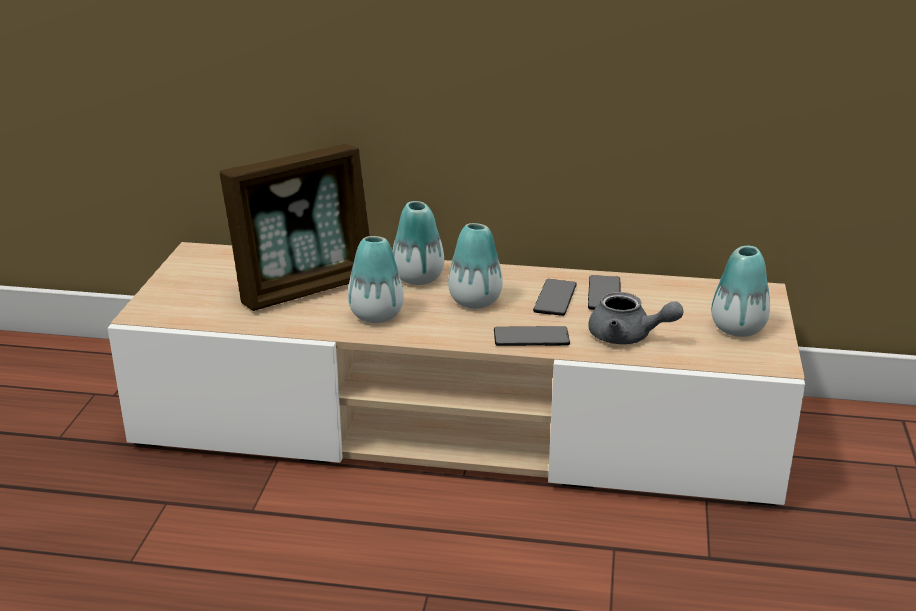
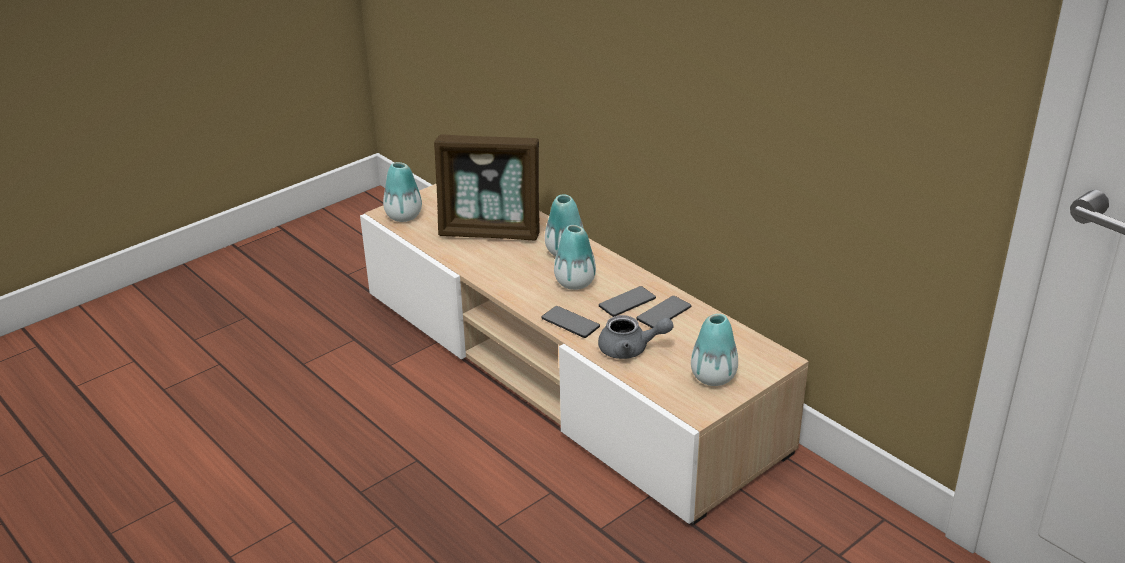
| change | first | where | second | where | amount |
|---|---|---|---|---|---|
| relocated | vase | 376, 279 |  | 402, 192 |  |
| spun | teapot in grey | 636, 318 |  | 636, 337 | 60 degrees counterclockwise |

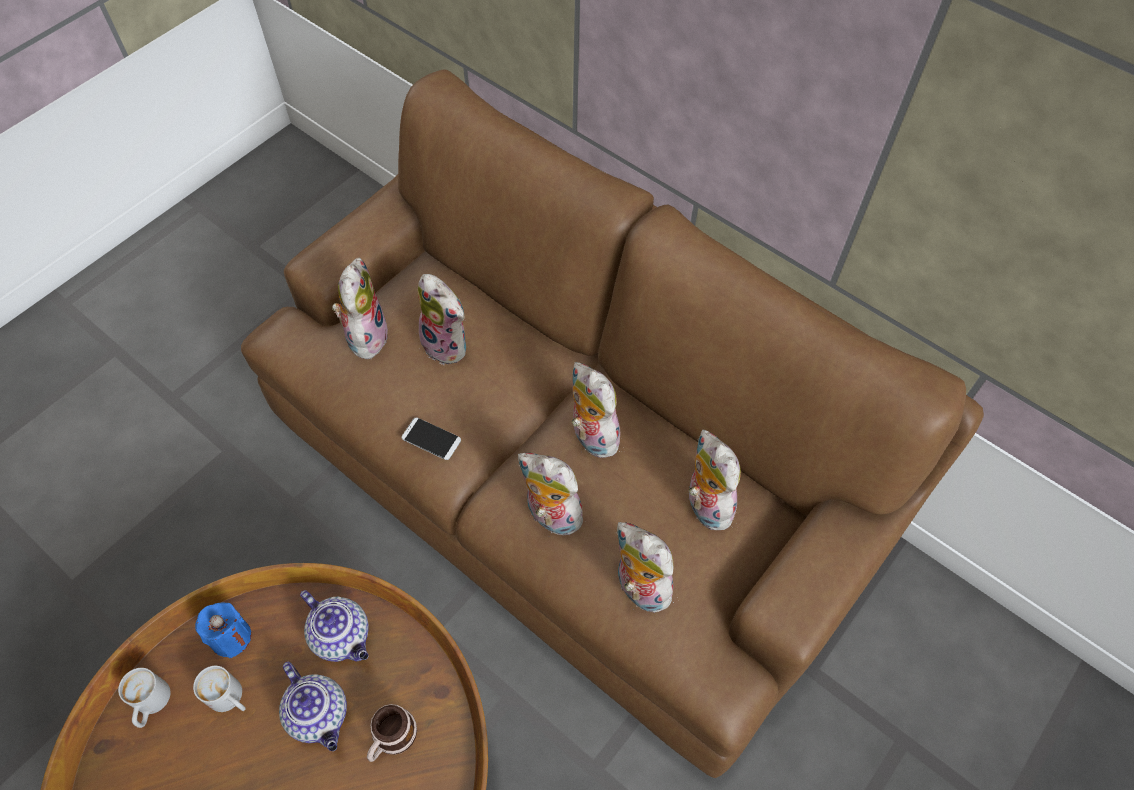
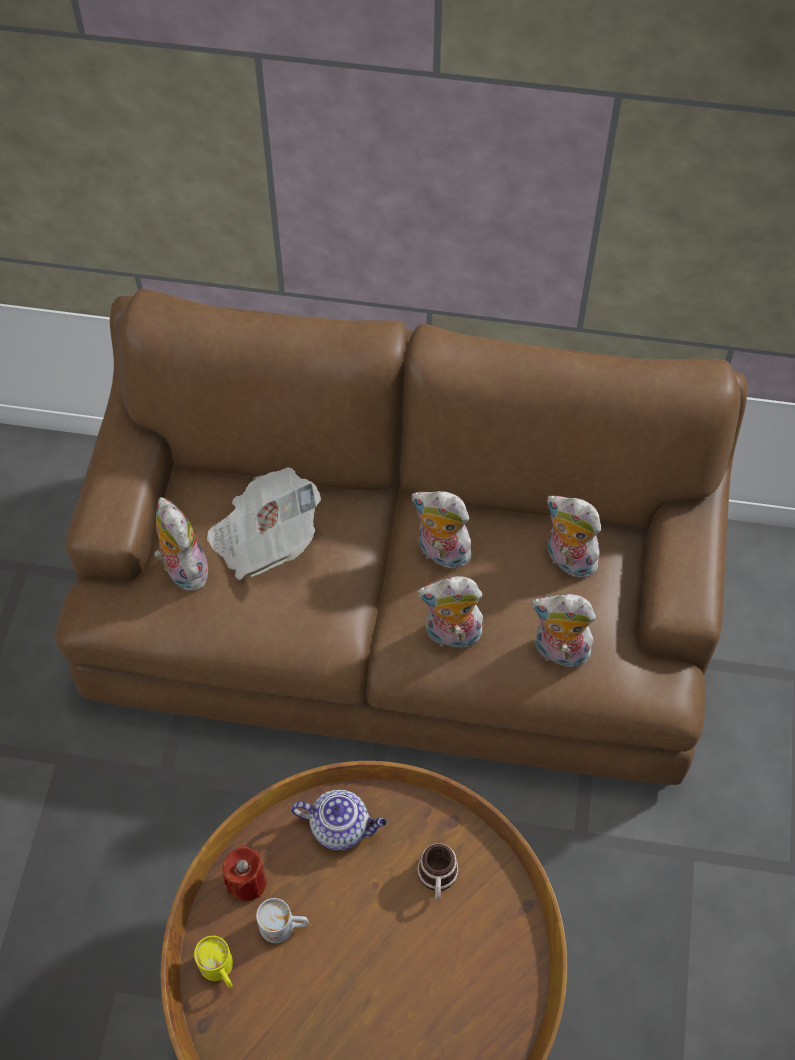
| change | first | where | second | where | amount |
|---|---|---|---|---|---|
| exchanged | plush toy | 442, 319 | newspaper | 264, 523 |  |
| missing | phone | 431, 438 |  |  |  |
| colour | candle in blue | 223, 630 | candle in red | 244, 873 |  |
| missing | teapot | 313, 706 |  |  |  |
| colour | mug in white | 144, 698 | mug in yellow | 213, 962 |  |

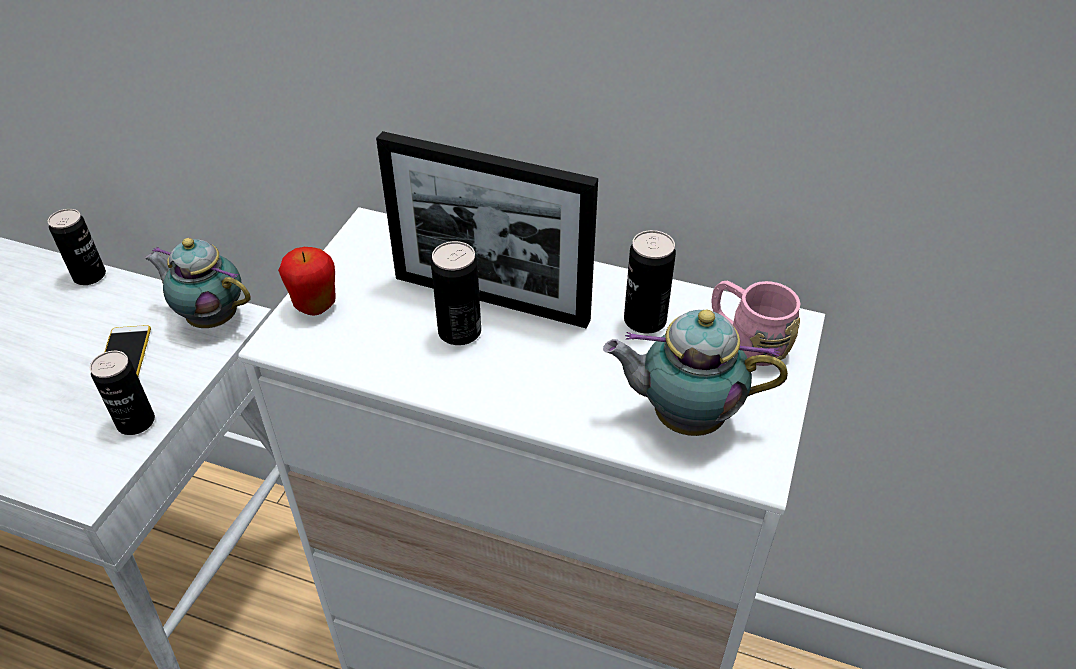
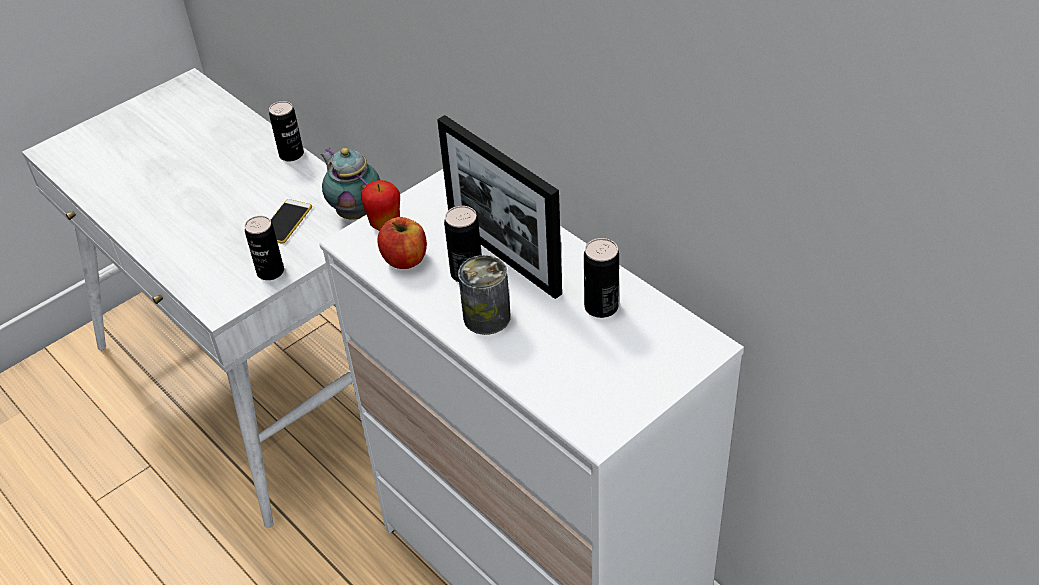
| change | first | where | second | where | amount |
|---|---|---|---|---|---|
| missing | mug in pink | 756, 323 |  |  |  |
| missing | teapot | 695, 373 |  |  |  |
| appeared |  |  | apple | 402, 243 |  |
| appeared |  |  | can | 484, 295 |  |

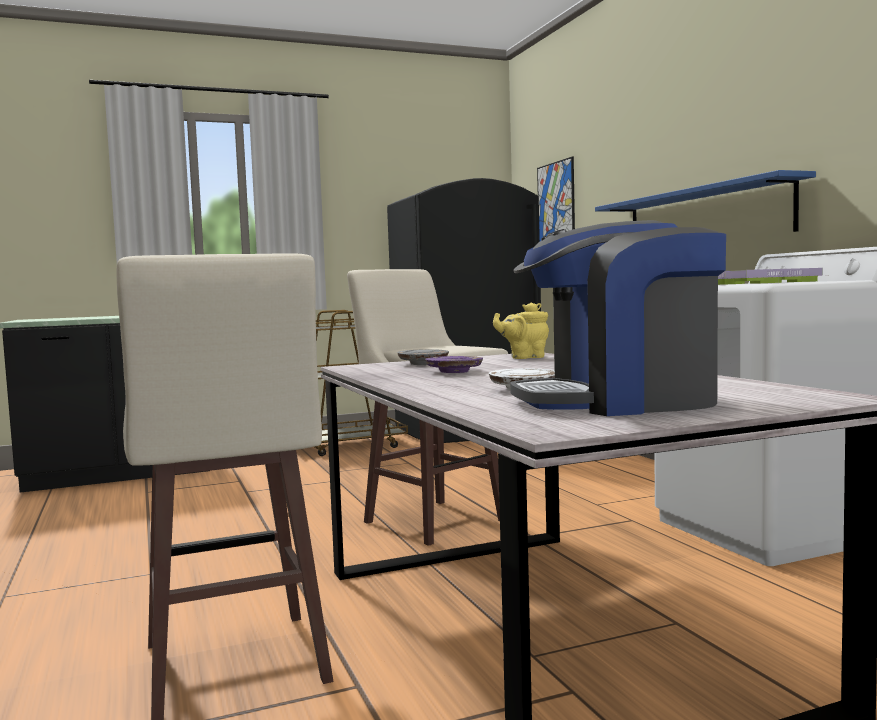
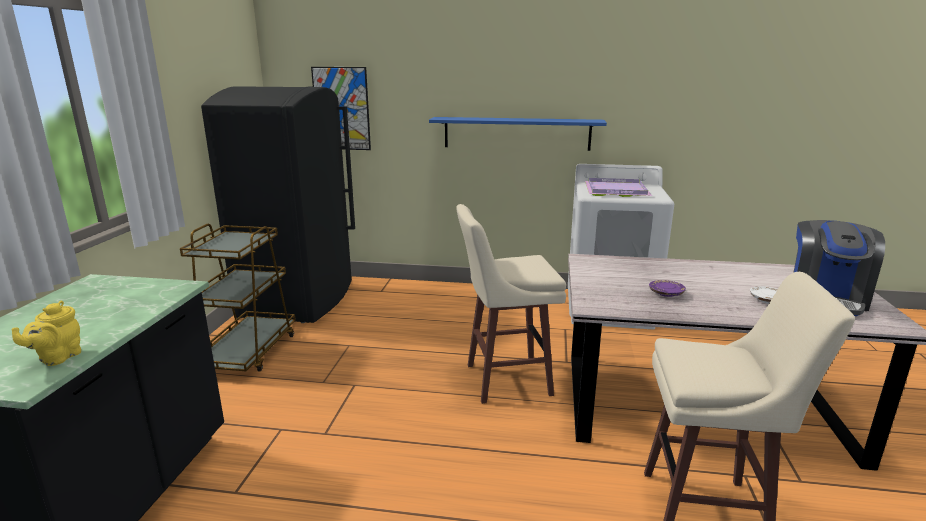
| change | first | where | second | where | amount |
|---|---|---|---|---|---|
| relocated | teapot in yellow | 521, 331 |  | 46, 333 |  |
| missing | plate in grey | 423, 357 |  |  |  |

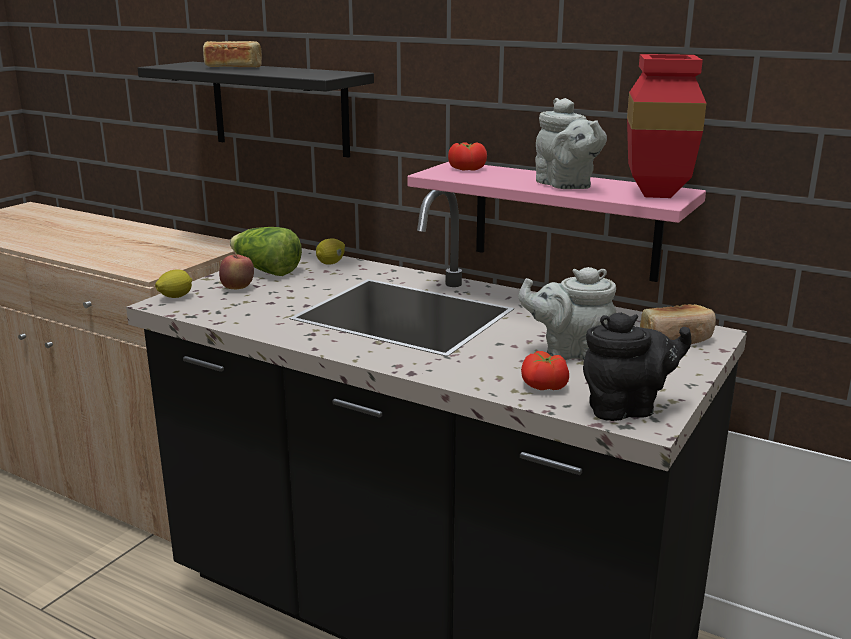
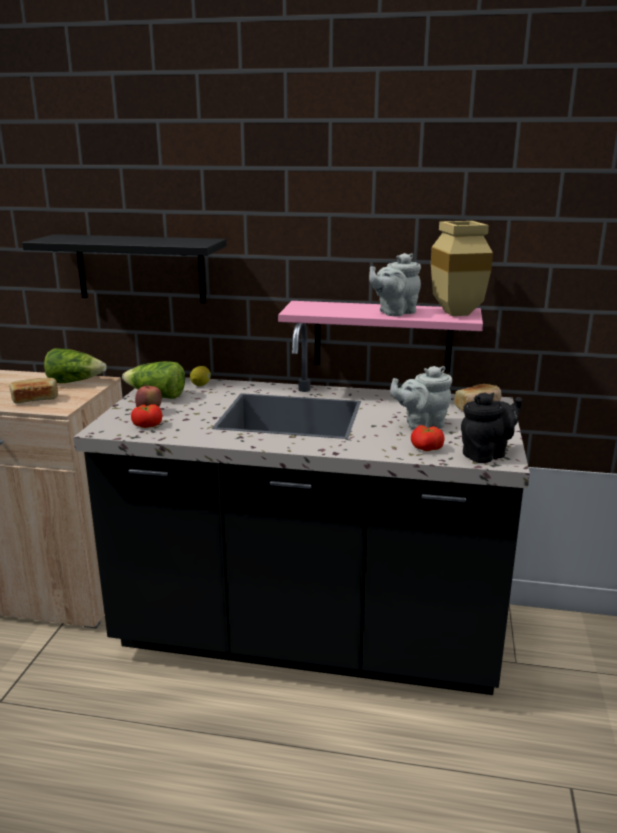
| change | first | where | second | where | amount |
|---|---|---|---|---|---|
| relocated | bread | 232, 54 |  | 33, 390 |  |
| colour | vase in red | 666, 126 | vase in beige | 462, 268 |  |
| spun | teapot in grey | 571, 143 |  | 395, 284 | 105 degrees clockwise |
| relocated | tomato | 467, 156 |  | 146, 416 |  |
| missing | lemon | 173, 283 |  |  |  |
| appeared |  |  | lettuce | 75, 365 |  |

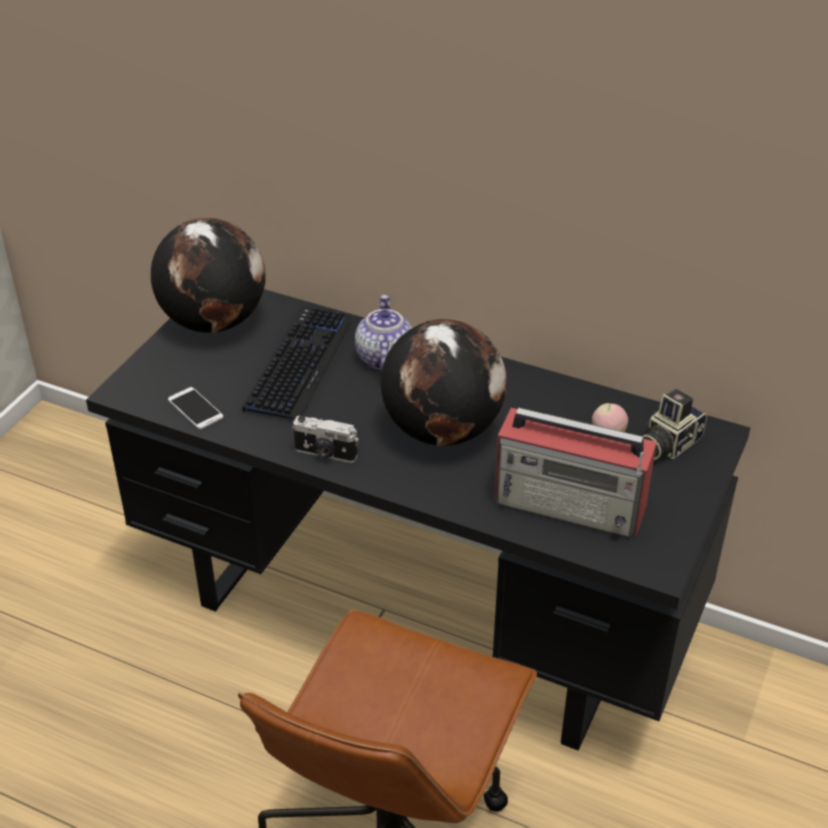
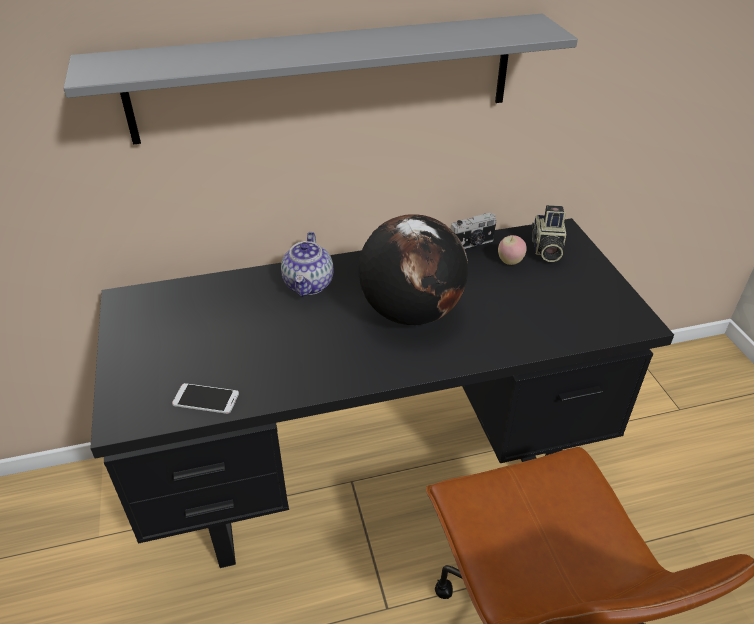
| change | first | where | second | where | amount |
|---|---|---|---|---|---|
| missing | globe | 208, 275 |  |  |  |
| spun | teapot | 383, 334 |  | 307, 264 | 135 degrees counterclockwise |
| missing | keyboard | 297, 362 |  |  |  |
| missing | radio | 575, 472 |  |  |  |
| relocated | photo camera | 325, 439 |  | 474, 231 |  |
| appeared |  |  | shelf in grey | 320, 79 |  |

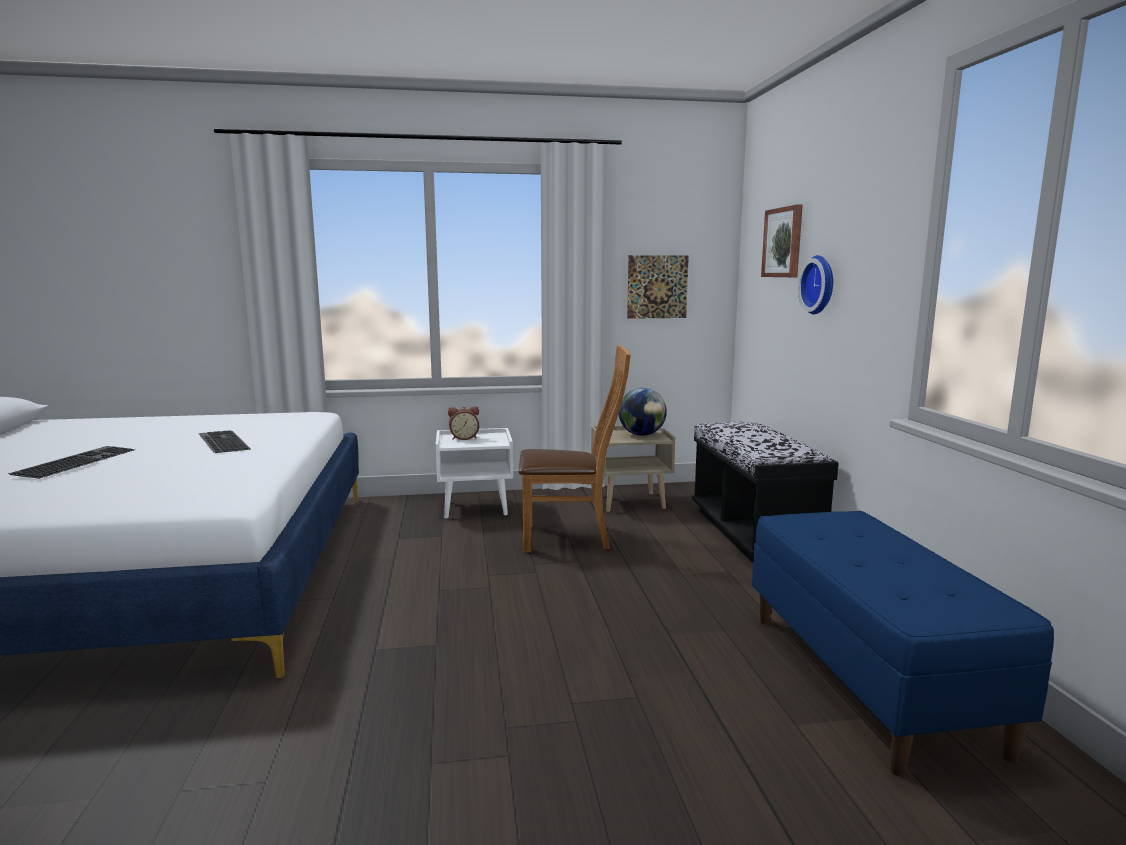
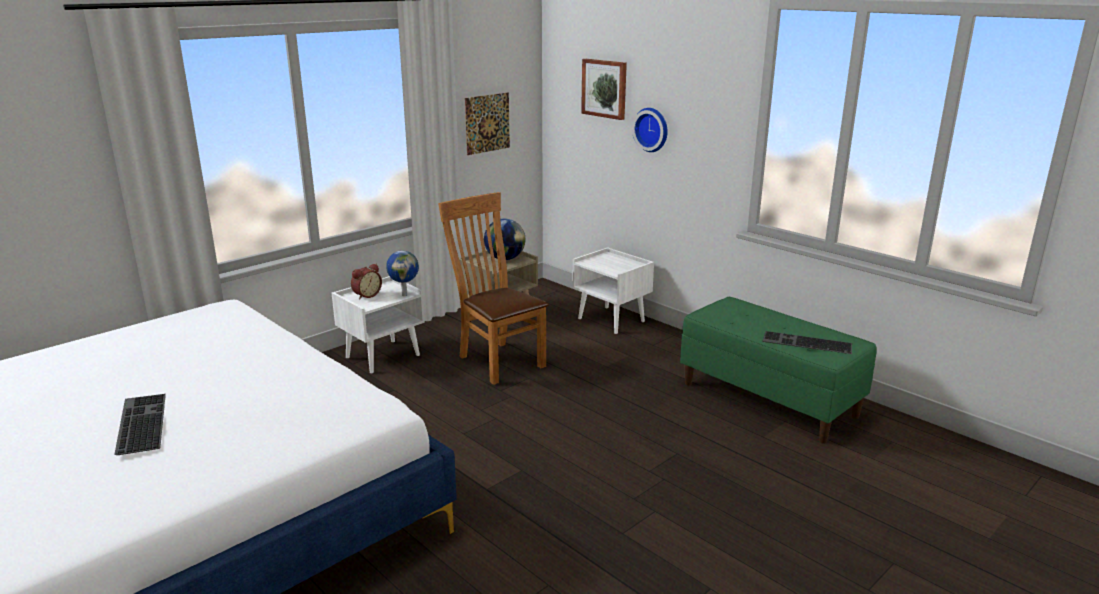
| change | first | where | second | where | amount |
|---|---|---|---|---|---|
| spun | chair in brown | 575, 448 |  | 493, 288 | 90 degrees counterclockwise |
| exchanged | bench in black | 765, 492 | nightstand in white | 613, 290 |  |
| relocated | keyboard | 224, 441 |  | 807, 342 |  |
| colour | bench in blue | 903, 644 | bench in green | 778, 370 |  |
| appeared |  |  | globe | 402, 273 |  |

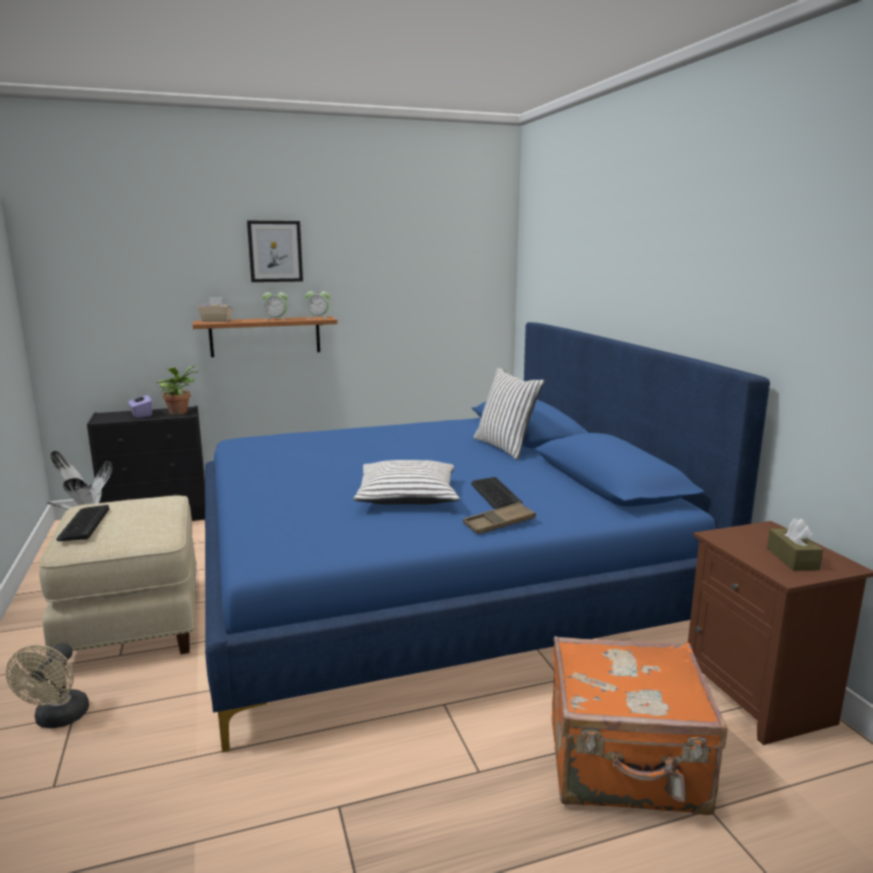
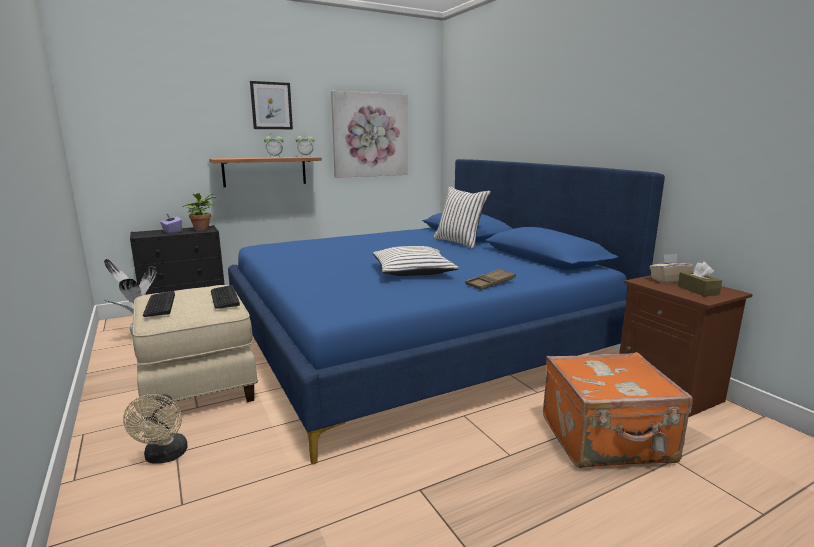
| change | first | where | second | where | amount |
|---|---|---|---|---|---|
| relocated | tissue box in beige | 215, 309 |  | 671, 268 |  |
| relocated | keyboard | 496, 493 |  | 225, 297 |  |
| appeared |  |  | picture | 369, 134 |  |

